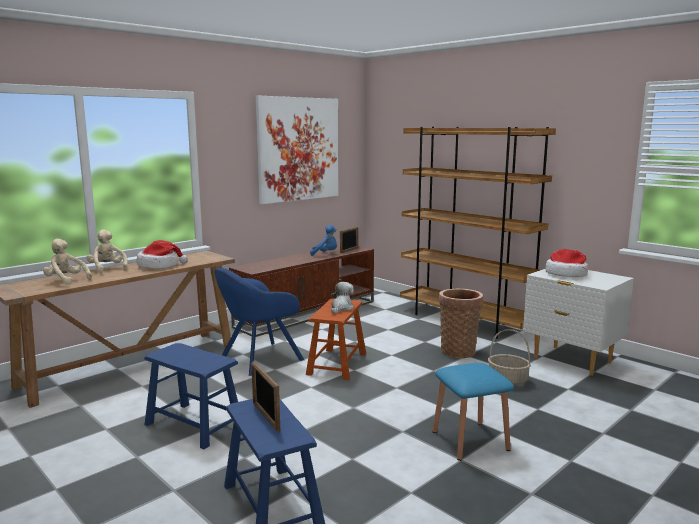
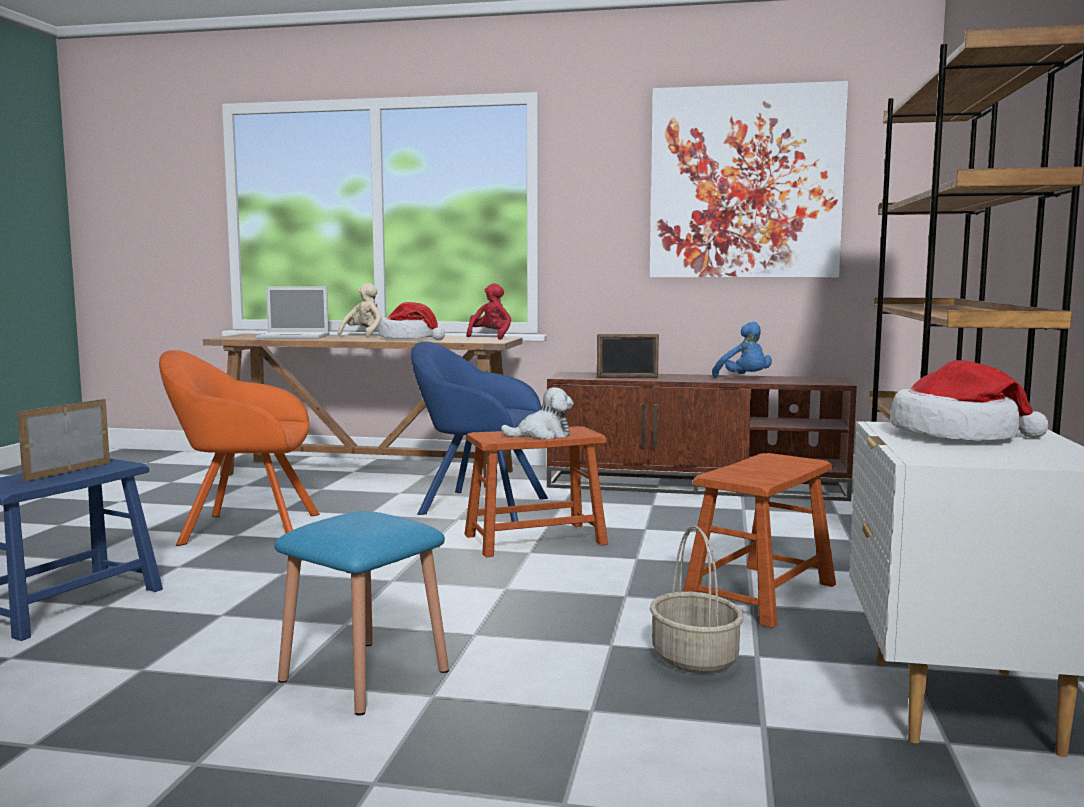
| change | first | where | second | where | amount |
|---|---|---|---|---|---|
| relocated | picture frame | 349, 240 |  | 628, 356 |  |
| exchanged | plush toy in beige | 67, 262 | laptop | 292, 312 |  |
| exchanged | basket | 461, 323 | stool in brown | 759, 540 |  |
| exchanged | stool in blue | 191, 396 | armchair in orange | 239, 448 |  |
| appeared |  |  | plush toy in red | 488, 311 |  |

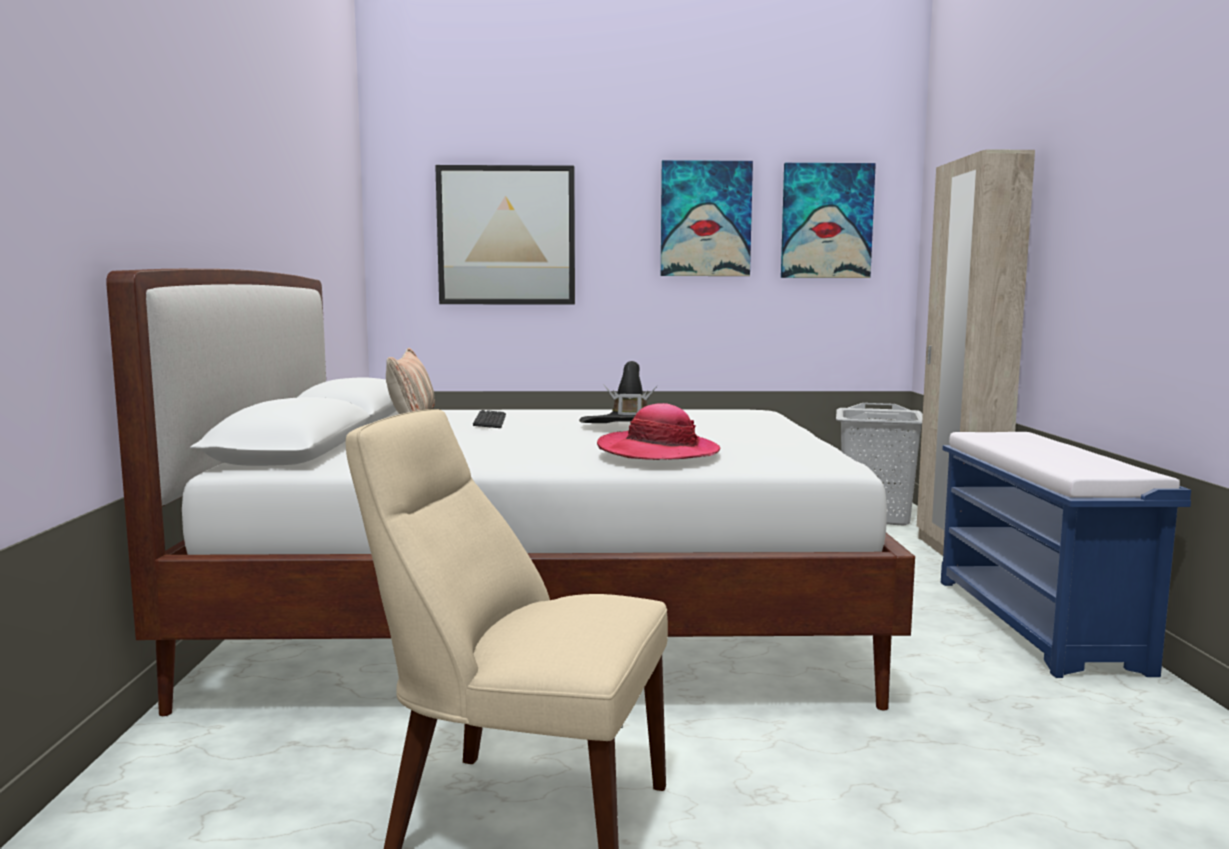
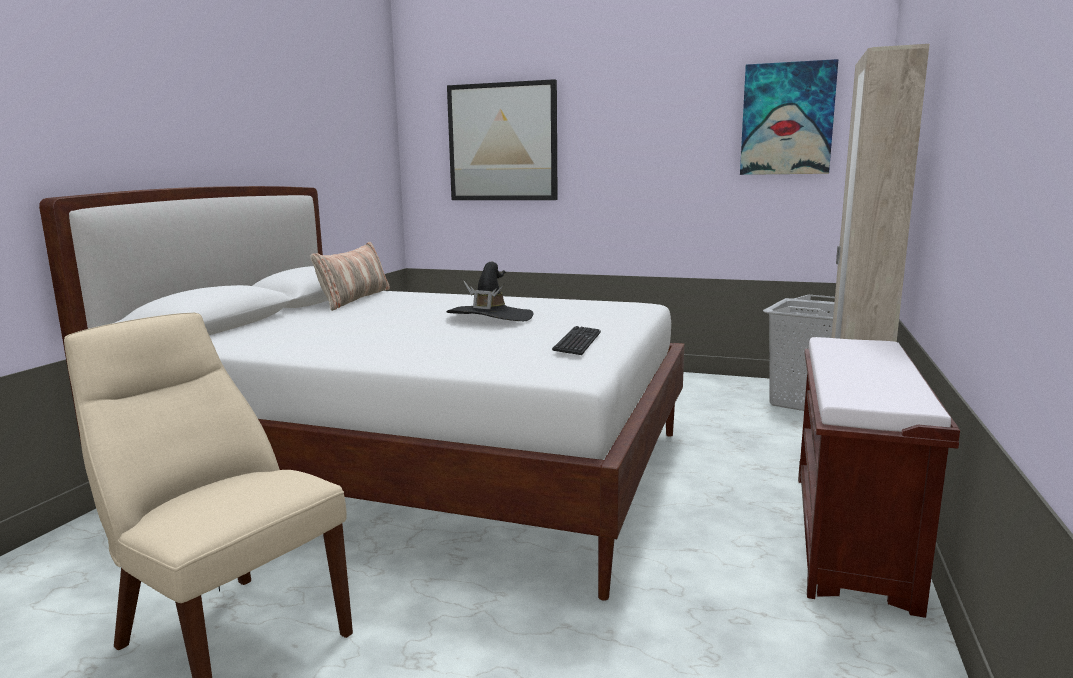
| change | first | where | second | where | amount |
|---|---|---|---|---|---|
| missing | picture | 707, 218 |  |  |  |
| missing | hat | 659, 431 |  |  |  |
| relocated | keyboard | 489, 419 |  | 576, 340 |  |
| colour | bench in blue | 1066, 555 | bench in brown | 879, 477 |  |

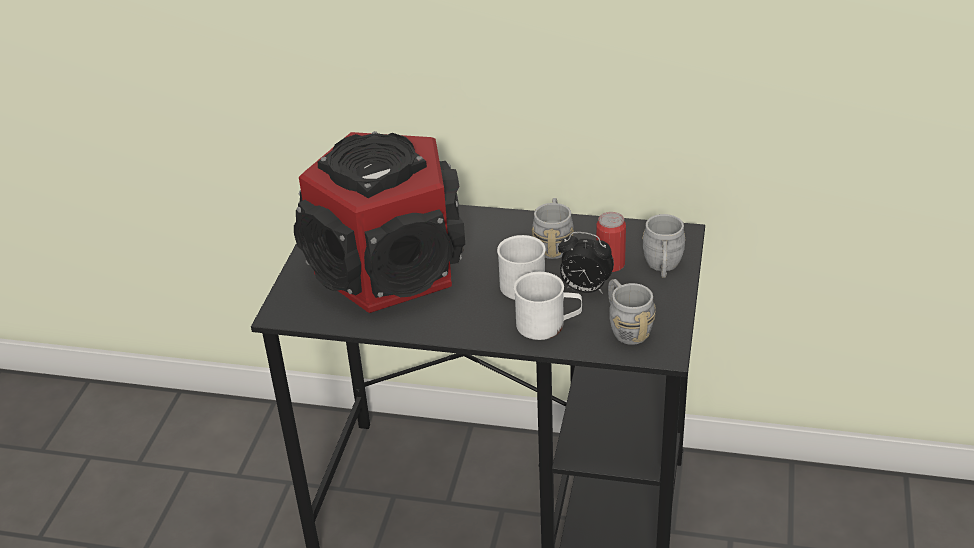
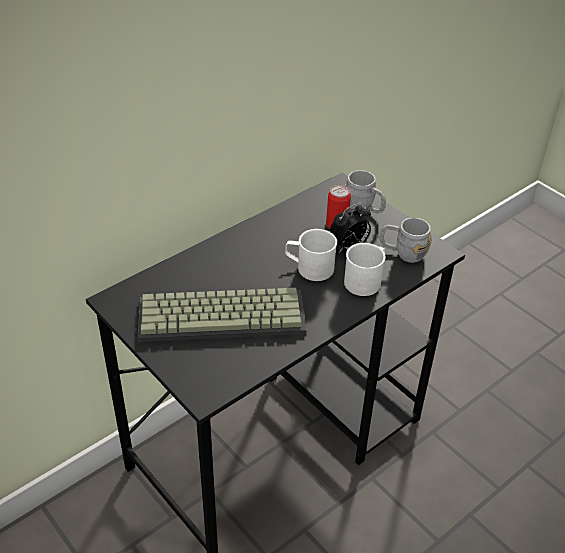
| change | first | where | second | where | amount |
|---|---|---|---|---|---|
| exchanged | speaker | 379, 222 | keyboard | 222, 315 |  |
| missing | mug in grey | 553, 228 |  |  |  |

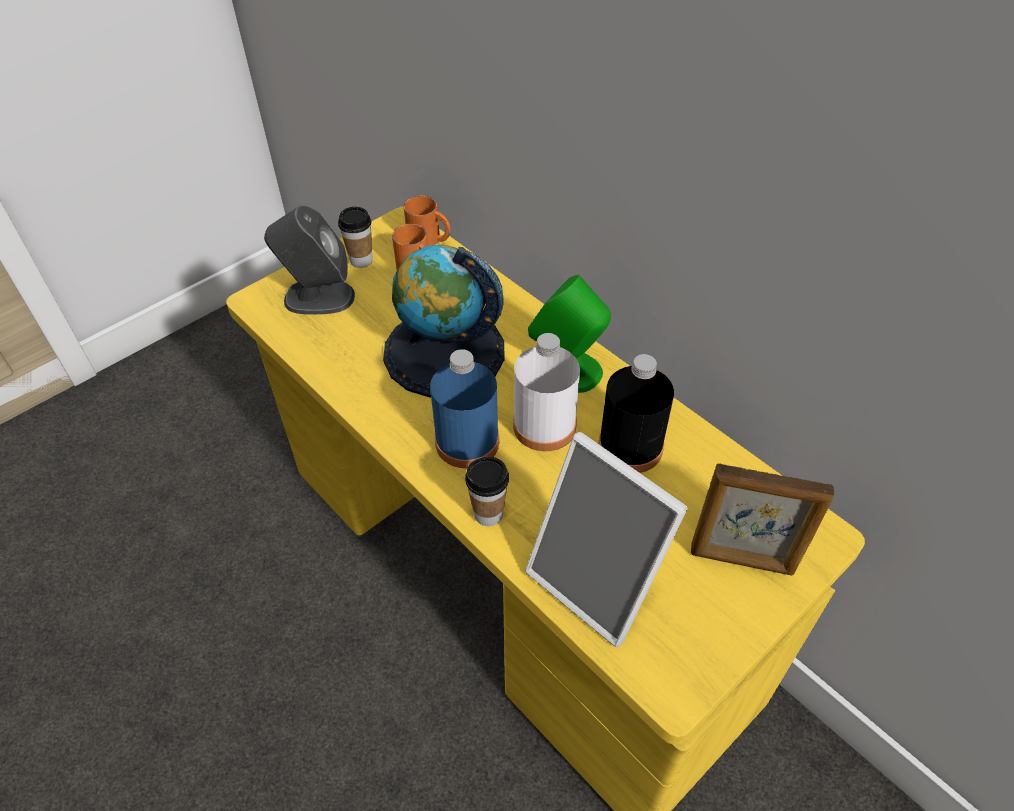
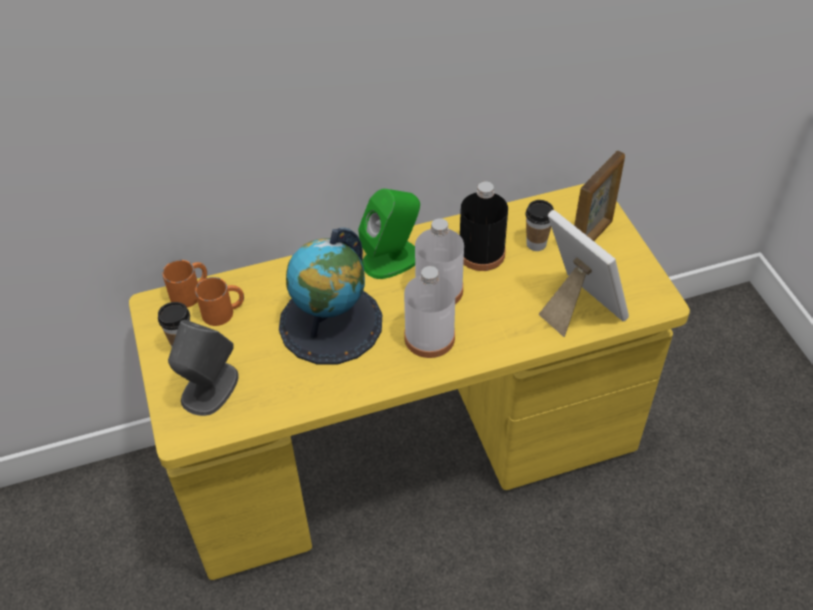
| change | first | where | second | where | amount |
|---|---|---|---|---|---|
| colour | bottle in blue | 464, 408 | bottle in white | 430, 312 |  |
| spun | picture frame | 606, 540 |  | 583, 273 | 105 degrees counterclockwise |
| relocated | cup | 487, 491 |  | 539, 225 |  |

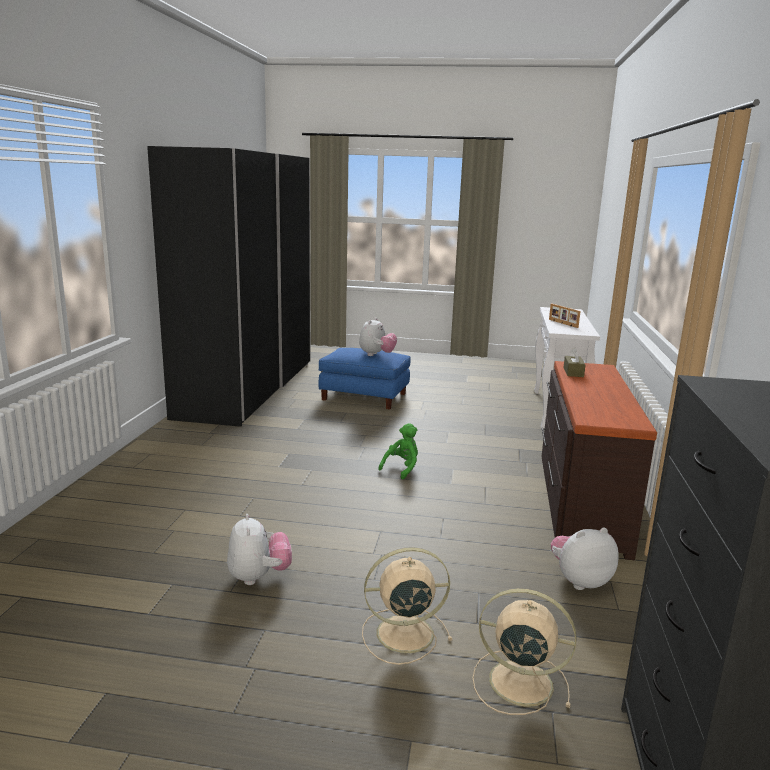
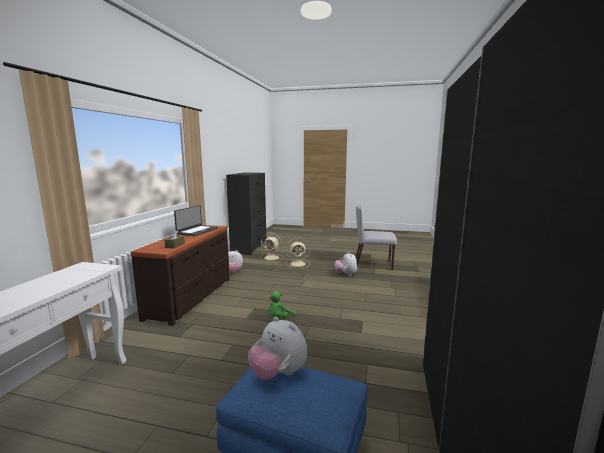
| change | first | where | second | where | amount |
|---|---|---|---|---|---|
| missing | picture frame | 565, 316 |  |  |  |
| spun | plush toy | 378, 337 |  | 277, 348 | 75 degrees counterclockwise |
| appeared |  |  | chair in grey | 376, 237 |  |
| appeared |  |  | laptop | 196, 220 |  |

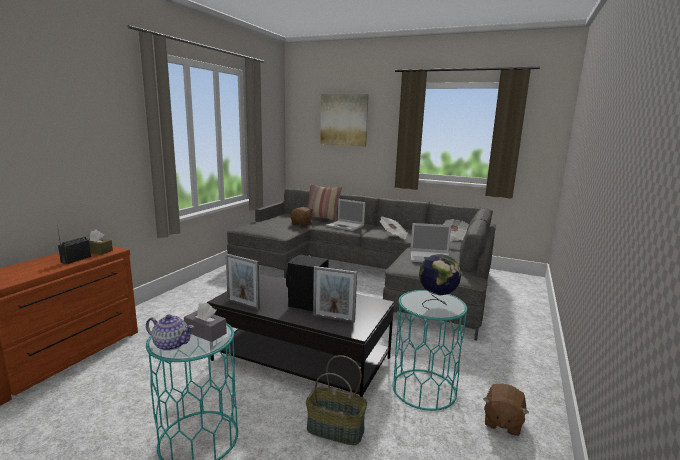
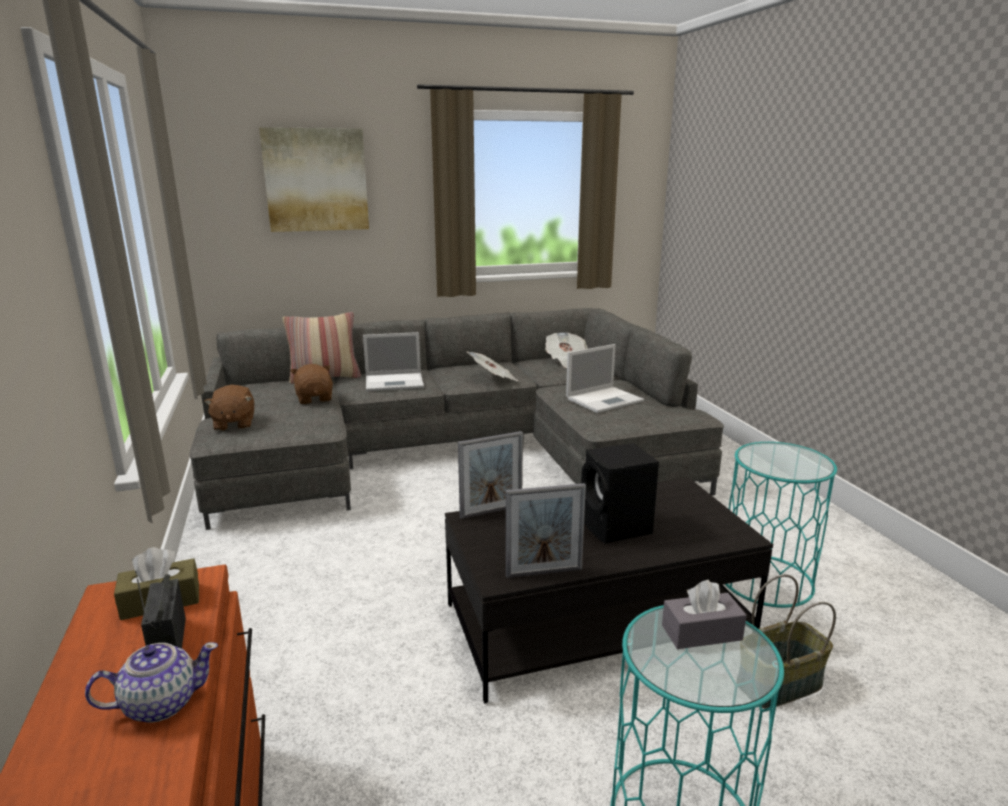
| change | first | where | second | where | amount |
|---|---|---|---|---|---|
| missing | globe | 440, 281 |  |  |  |
| relocated | picture frame | 335, 294 |  | 490, 475 |  |
| relocated | teapot | 170, 332 |  | 151, 682 |  |
| relocated | plush toy in brown | 506, 410 |  | 229, 408 |  |

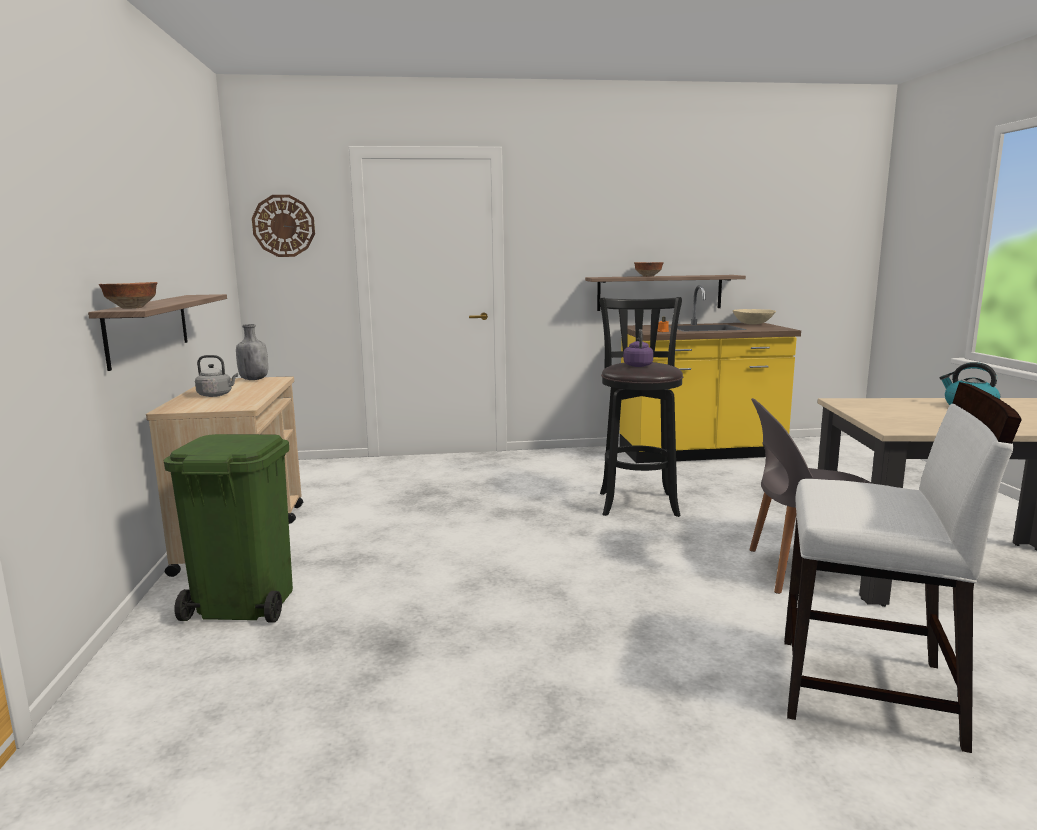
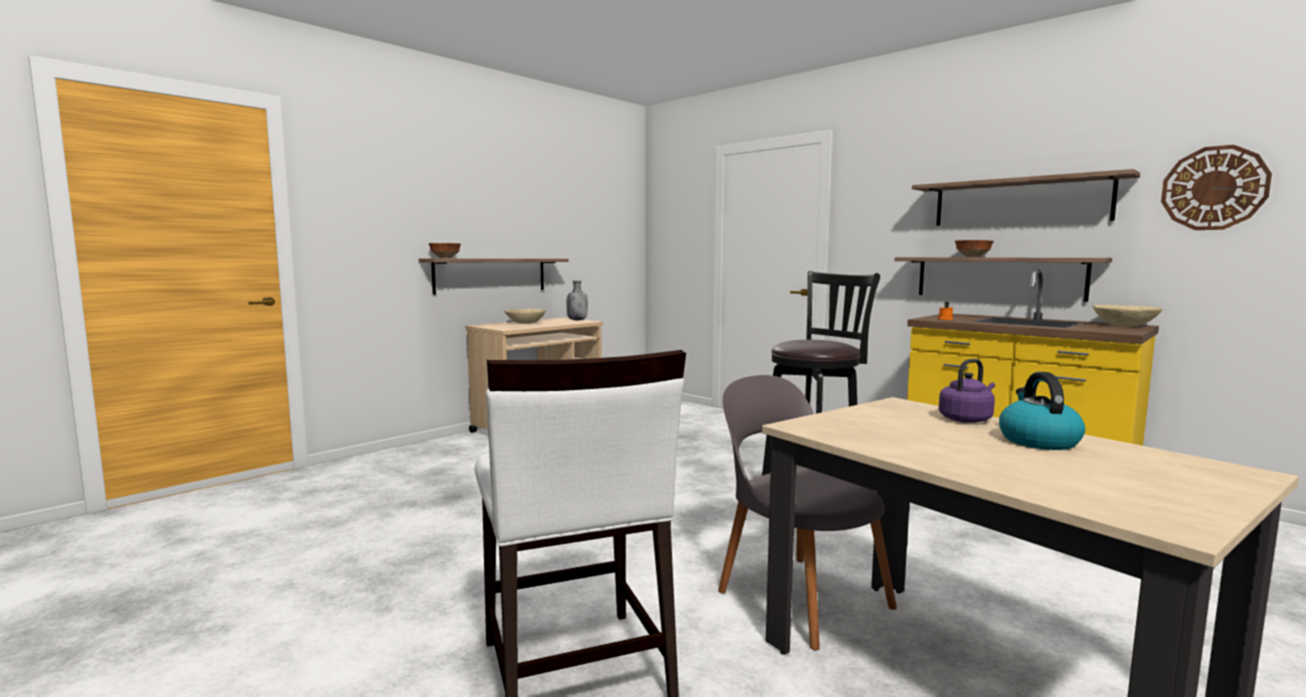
| change | first | where | second | where | amount |
|---|---|---|---|---|---|
| relocated | wall clock | 283, 226 |  | 1216, 187 |  |
| relocated | kettle in purple | 638, 348 |  | 967, 391 |  |
| exchanged | kettle in grey | 216, 376 | bowl in beige | 525, 316 |  |
| missing | trash can in green | 228, 528 |  |  |  |
| appeared |  |  | shelf | 1026, 197 |  |

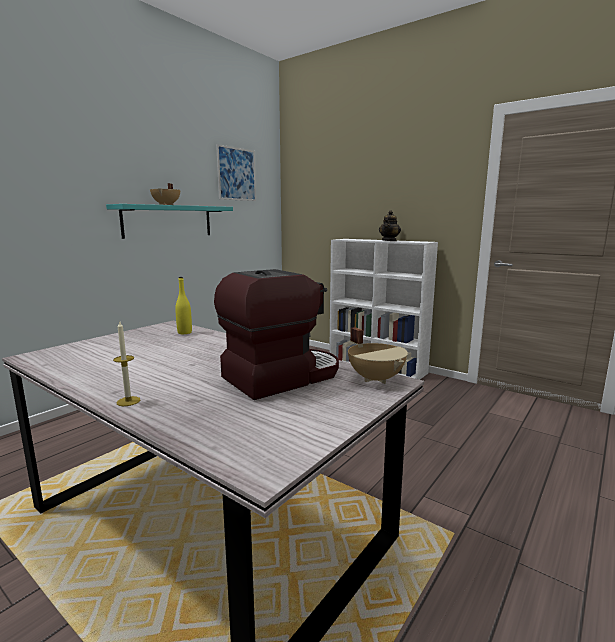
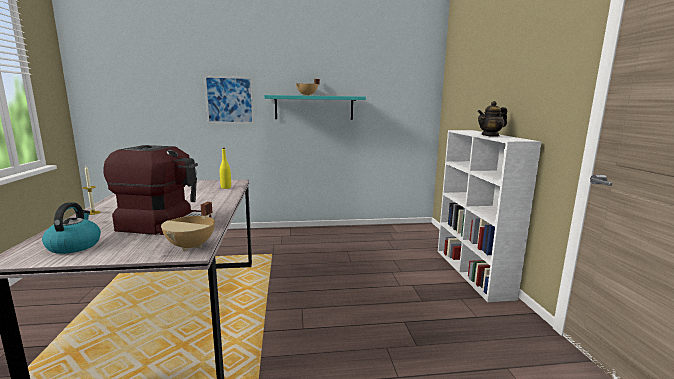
| change | first | where | second | where | amount |
|---|---|---|---|---|---|
| relocated | picture | 236, 172 |  | 229, 99 |  |
| appeared |  |  | kettle | 71, 228 |  |

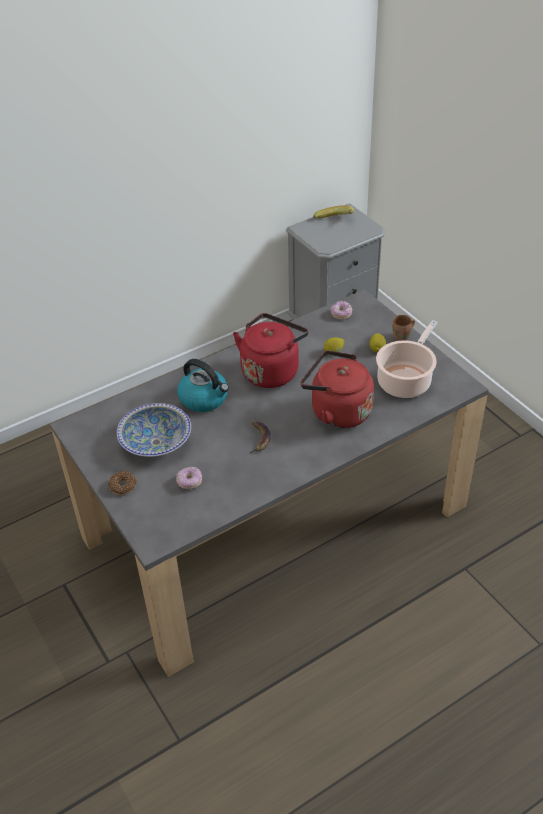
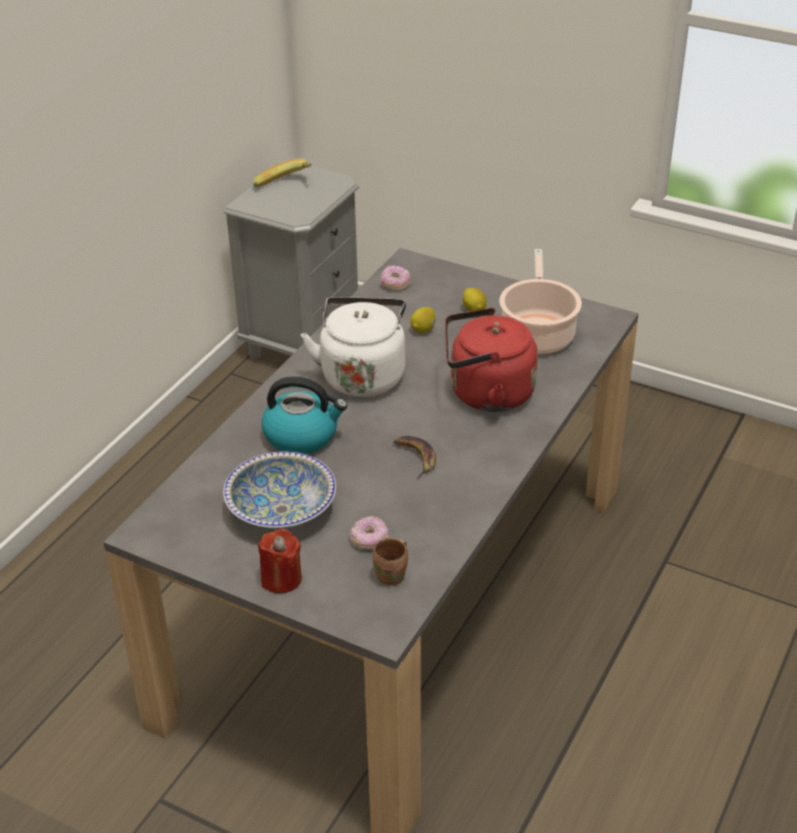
| change | first | where | second | where | amount |
|---|---|---|---|---|---|
| colour | kettle in red | 270, 350 | kettle in white | 353, 347 |  |
| relocated | mug in brown | 403, 328 |  | 390, 562 |  |
| exchanged | donut | 122, 483 | candle in red | 280, 561 |  |

